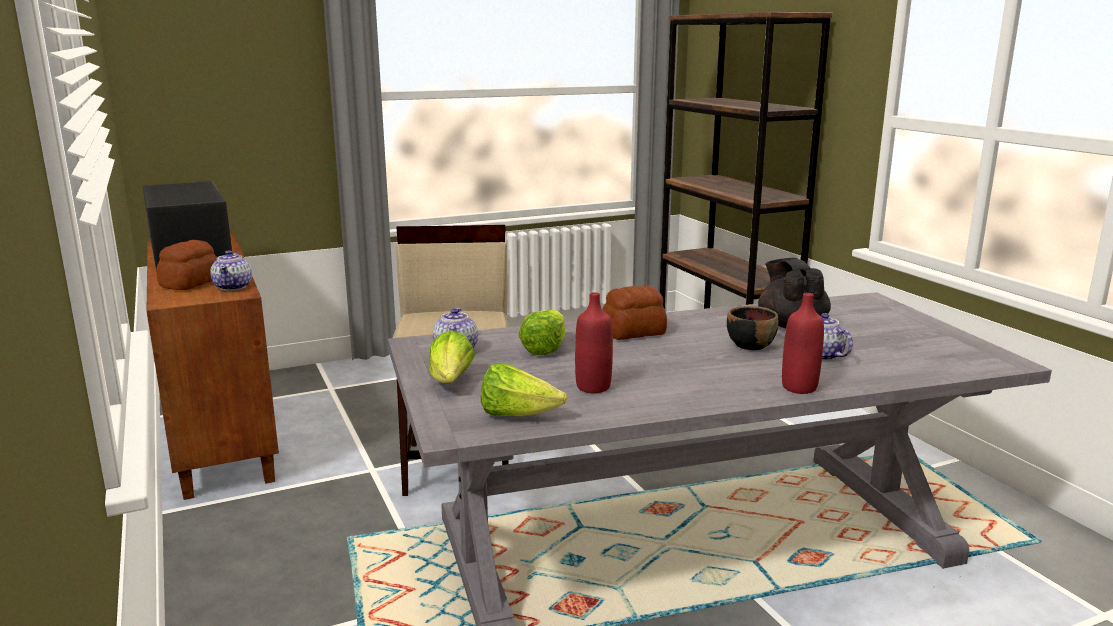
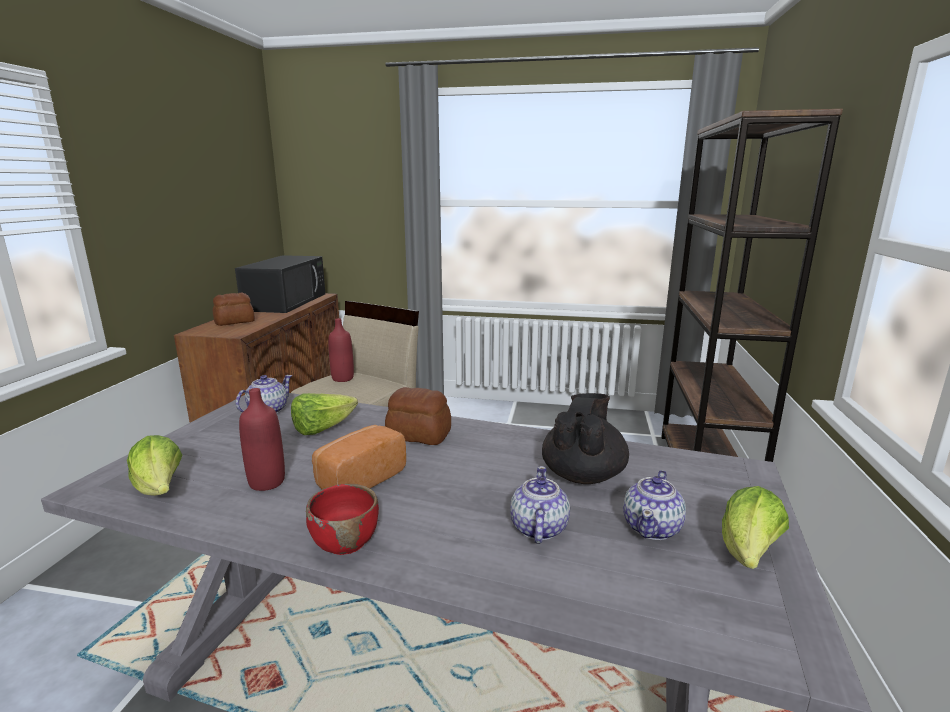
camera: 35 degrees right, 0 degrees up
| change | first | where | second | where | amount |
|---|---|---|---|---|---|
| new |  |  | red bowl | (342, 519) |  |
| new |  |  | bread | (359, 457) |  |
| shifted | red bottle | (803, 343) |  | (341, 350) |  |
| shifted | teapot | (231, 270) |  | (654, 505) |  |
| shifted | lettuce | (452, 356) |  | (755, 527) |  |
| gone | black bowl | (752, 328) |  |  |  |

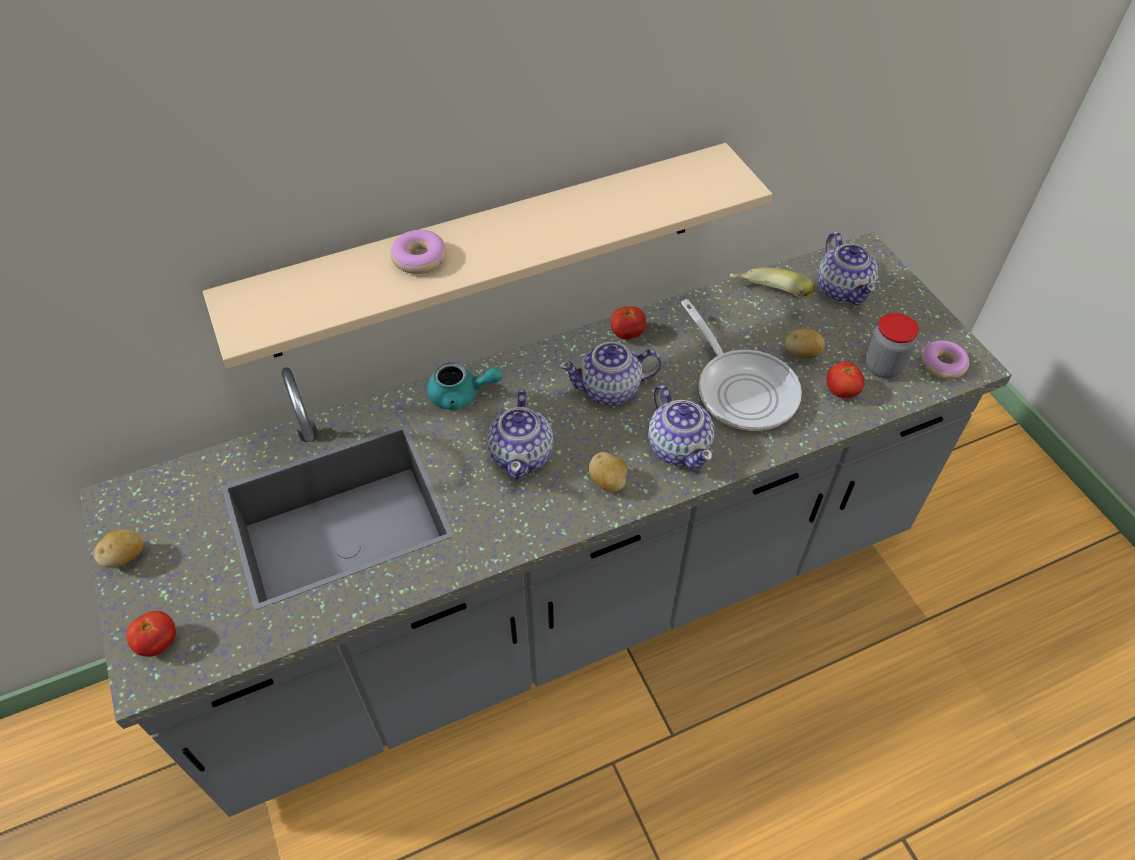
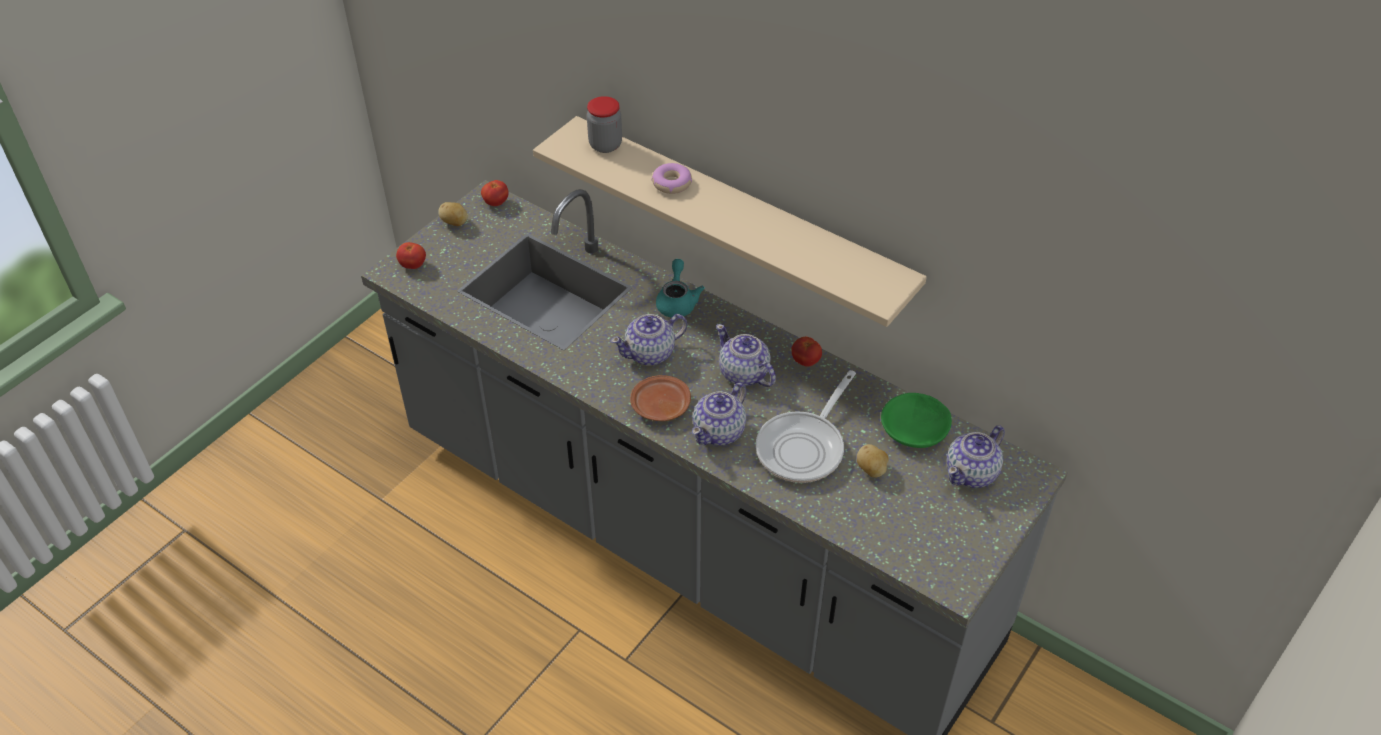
camera: 60 degrees right, 5 degrees down
| change | first | where | second | where | amount |
|---|---|---|---|---|---|
| shifted | tomato | (845, 379) |  | (495, 193) |  |
| shifted | jar | (892, 345) |  | (604, 124) |  |
| swapped | potato | (608, 472) | brown plate | (660, 398) |  |
| rotated | turquoise teapot | (465, 386) |  | (680, 288) | 150 degrees counterclockwise |
| swapped | banana | (771, 282) | green bowl | (916, 420) |  |
| gone | donut | (945, 359) |  |  |  |

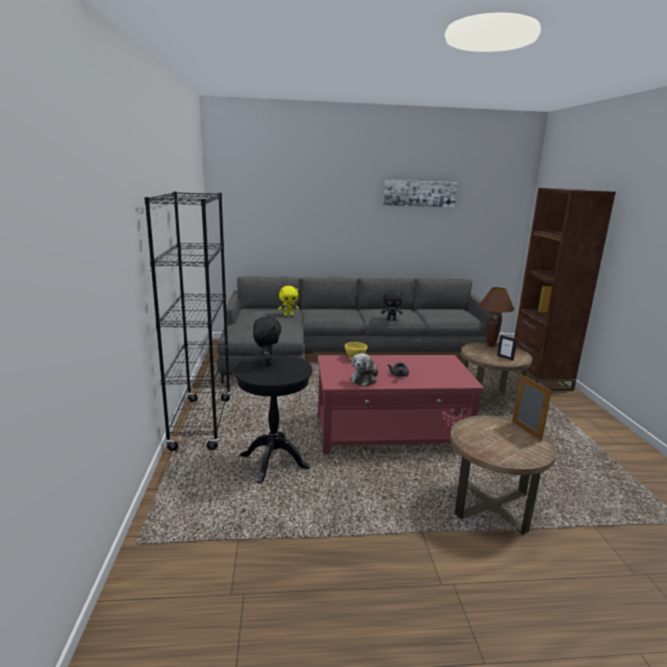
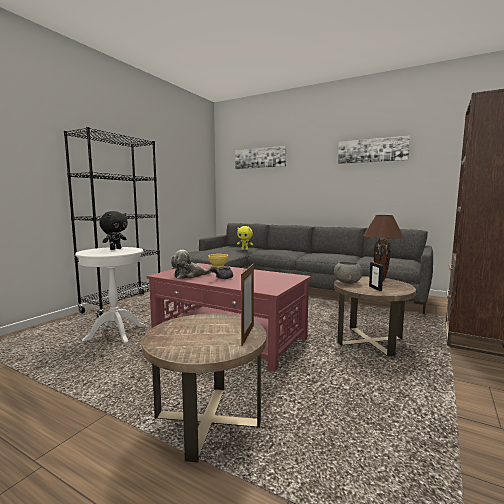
camera: 35 degrees right, 10 degrees down
| change | first | where | second | where | amount |
|---|---|---|---|---|---|
| repainted | black side table | (273, 419) | white side table | (110, 295) |  |
| new |  |  | picture | (260, 157) |  |
| new |  |  | grey bowl | (348, 273) |  |
| gone | black plush toy | (392, 305) |  |  |  |

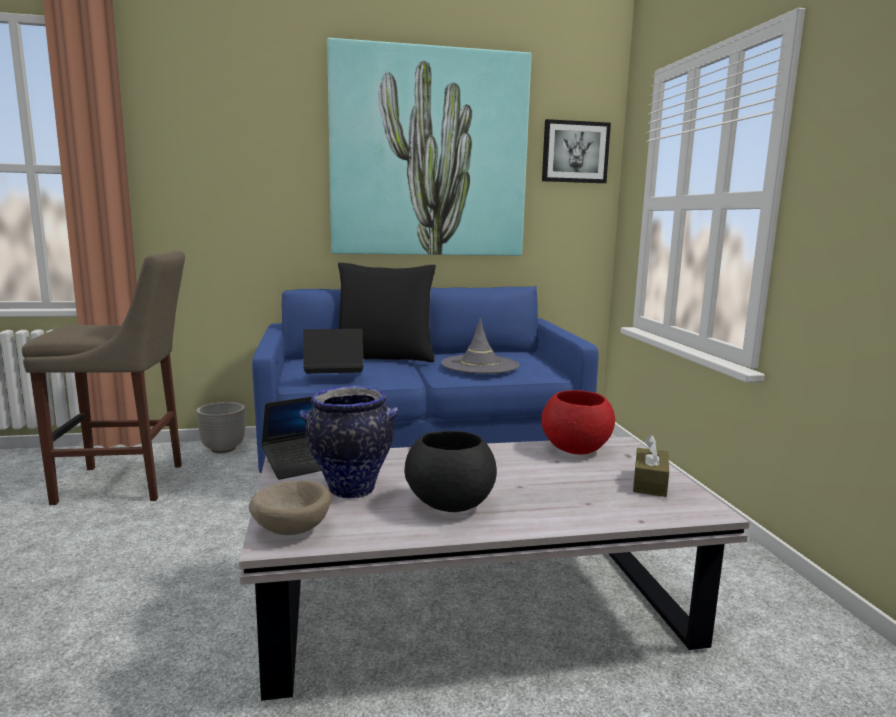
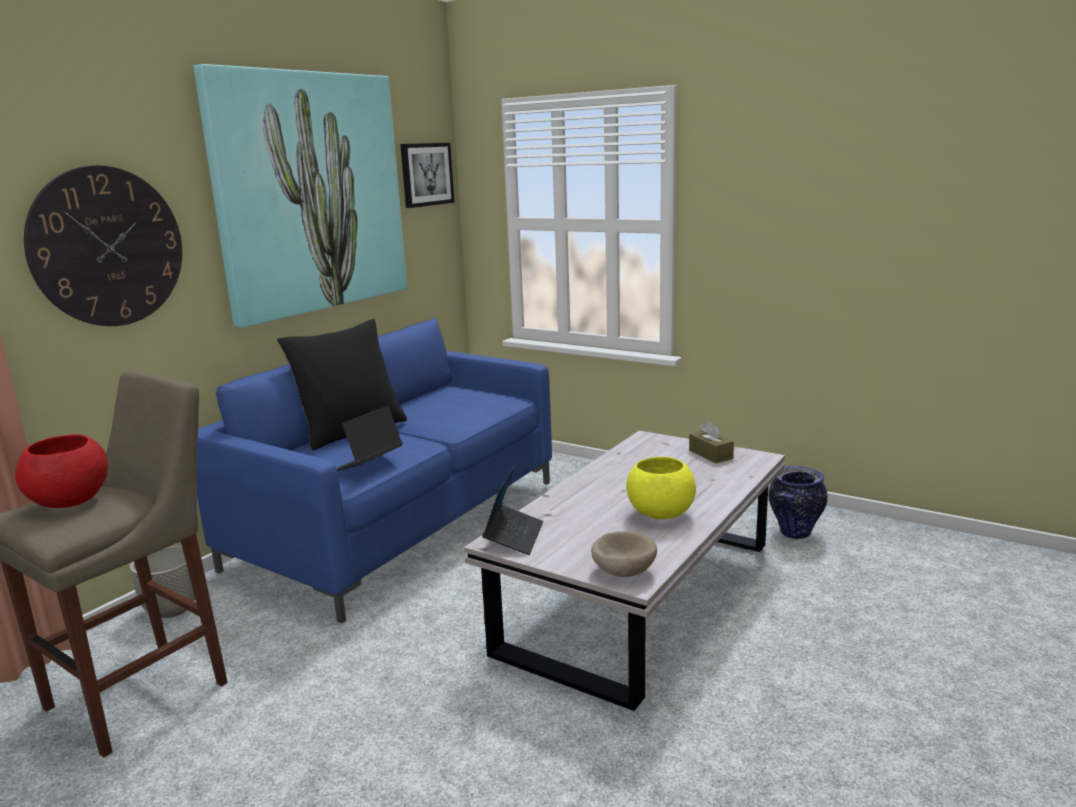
camera: 45 degrees left, 5 degrees up
| change | first | where | second | where | amount |
|---|---|---|---|---|---|
| shifted | red bowl | (578, 422) |  | (61, 471) |  |
| new |  |  | wall clock | (103, 245) |  |
| repainted | black bowl | (450, 471) | yellow bowl | (661, 488) |  |
| shifted | vase | (348, 442) |  | (798, 502) |  |
| gone | grey hat | (480, 346) |  |  |  |

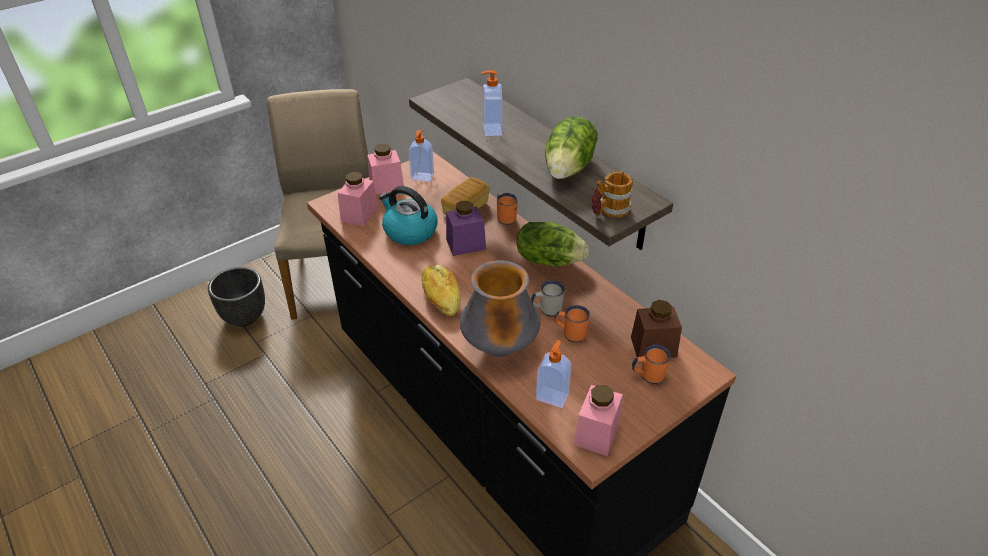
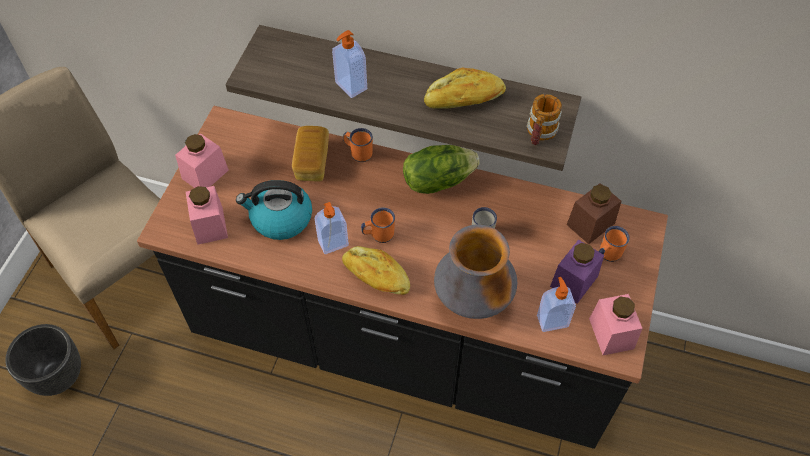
camera: 35 degrees left, 15 degrees up
| change | first | where | second | where | amount |
|---|---|---|---|---|---|
| shifted | soap dispenser | (421, 156) |  | (332, 228) |  |
| shifted | orange mug | (572, 323) |  | (378, 225) |  |
| swapped | lettuce | (571, 147) | bread | (465, 88) |  |
| shifted | purple jar | (466, 228) |  | (577, 271) |  |

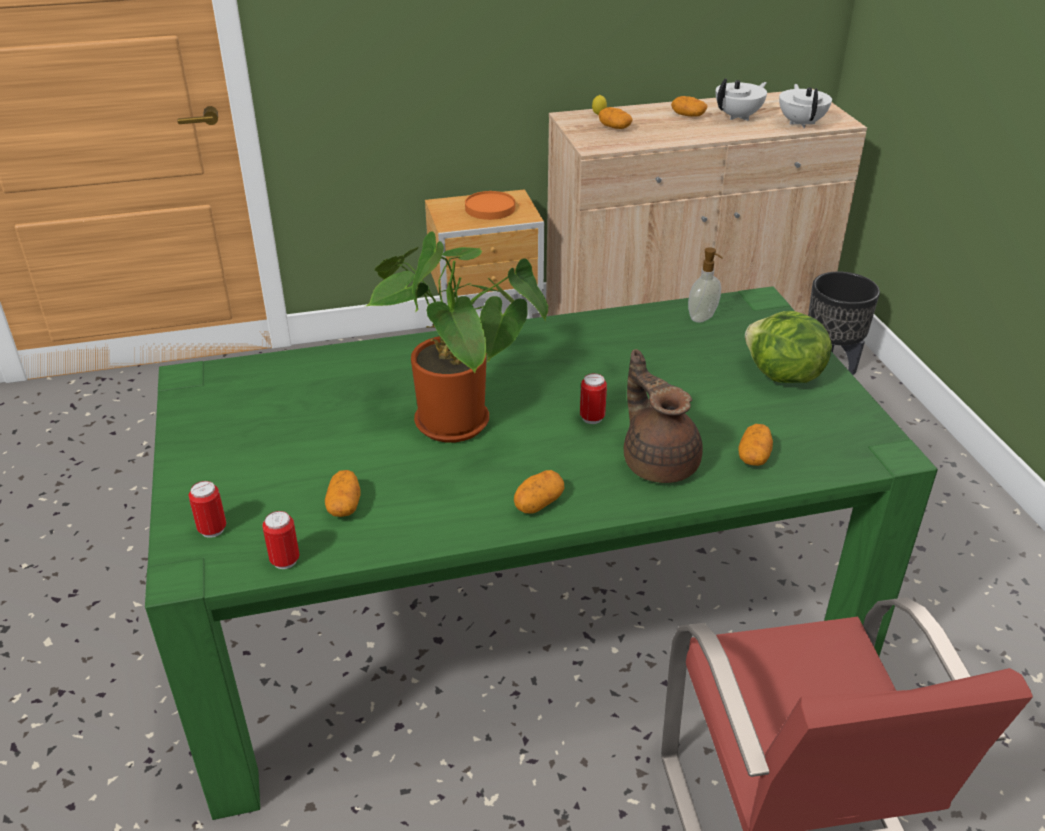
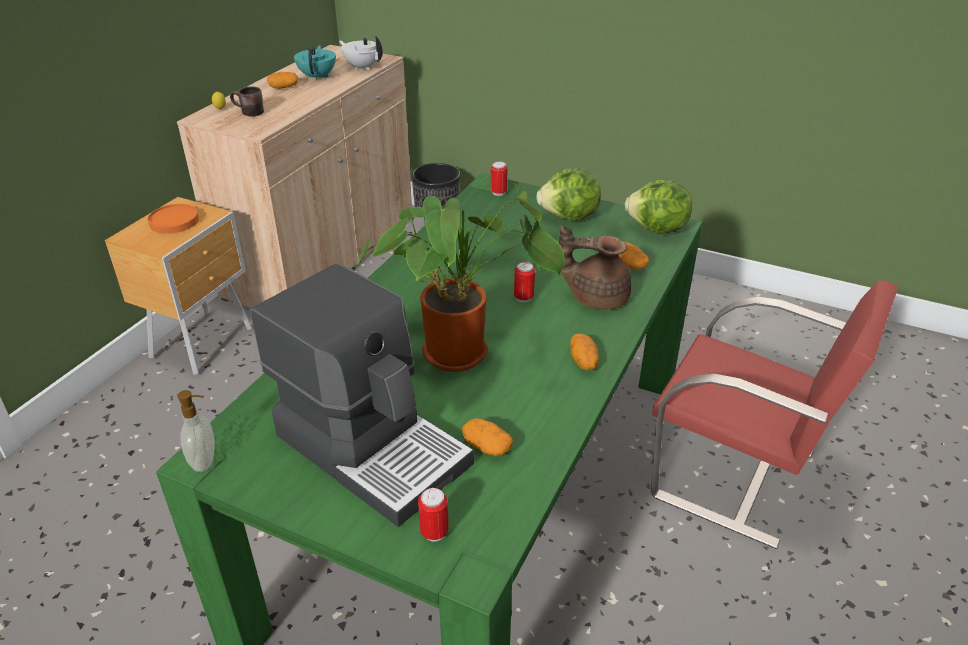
camera: 50 degrees left, 0 degrees up
| change | first | where | second | where | amount |
|---|---|---|---|---|---|
| shifted | soap dispenser | (705, 285) |  | (196, 431) |  |
| swapped | potato | (616, 118) | brown mug | (247, 101) |  |
| new |  |  | coffee machine | (362, 395) |  |
| repainted | white teapot | (741, 100) | turquoise teapot | (315, 63) |  |
| shifted | can | (281, 540) |  | (499, 178) |  |
| new |  |  | lettuce | (658, 207) |  |

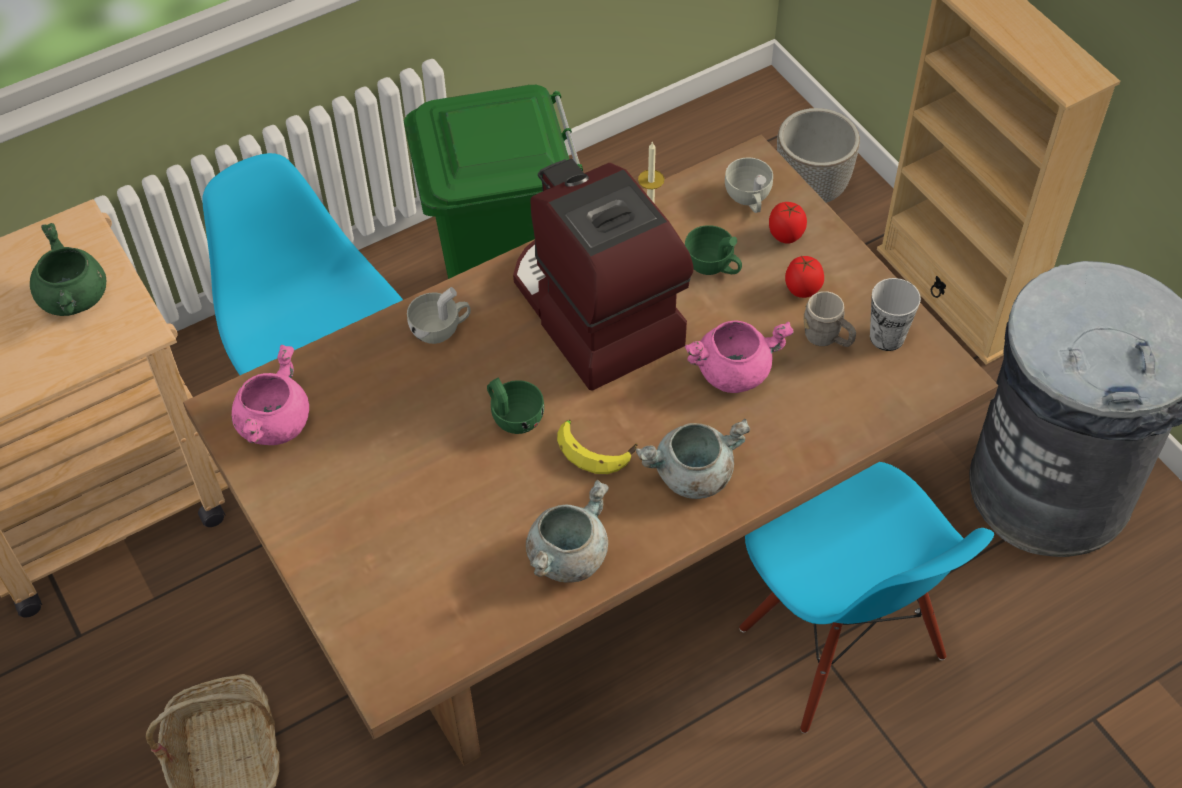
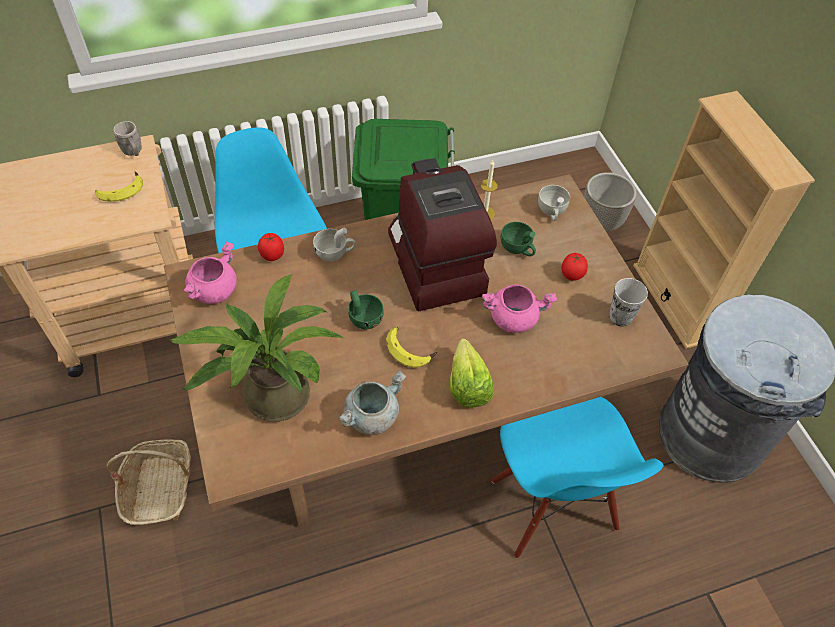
camera: 10 degrees right, 0 degrees up
| change | first | where | second | where | amount |
|---|---|---|---|---|---|
| swapped | green cooking pot | (68, 269) | banana | (119, 186) |  |
| shifted | grey mug | (829, 319) |  | (128, 138) |  |
| new |  |  | potted plant | (257, 348) |  |
| shifted | tomato | (788, 223) |  | (271, 247) |  |
| swapped | grey cooking pot | (693, 459) | lettuce | (471, 373) |  |

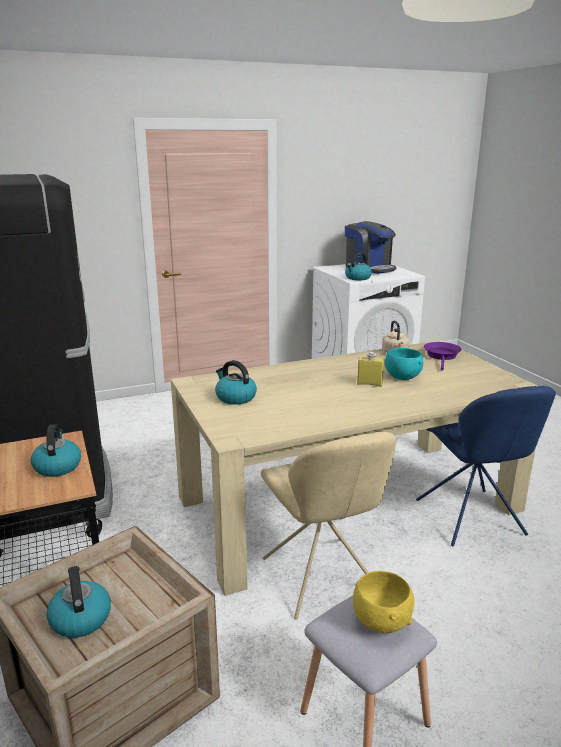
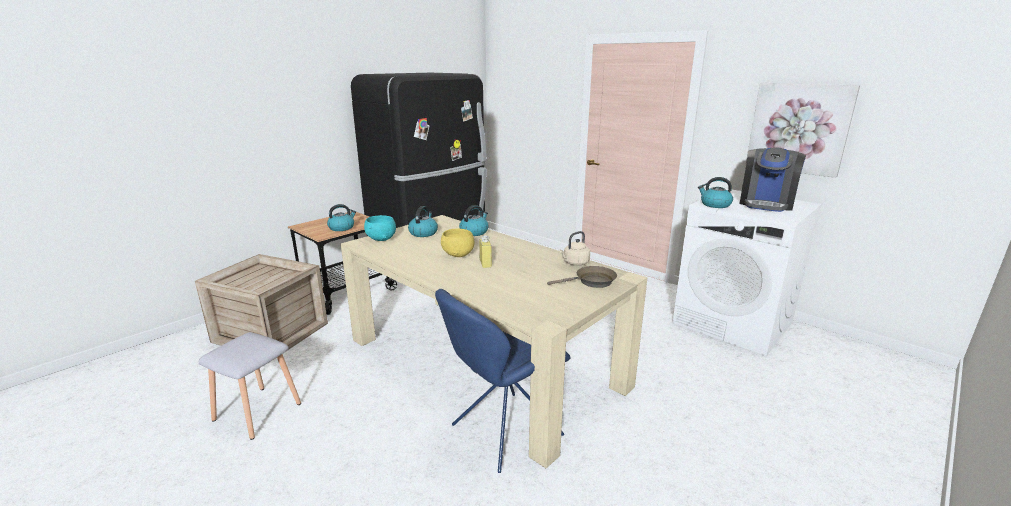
camera: 65 degrees right, 0 degrees up
| change | first | where | second | where | amount |
|---|---|---|---|---|---|
| shifted | turquoise bowl | (404, 364) |  | (380, 228) |  |
| shifted | yellow bowl | (383, 602) |  | (457, 243) |  |
| shifted | kettle | (79, 602) |  | (474, 220) |  |
| repainted | purple frying pan | (443, 356) | brown frying pan | (582, 277) |  |
| new |  |  | picture | (802, 130) |  |
| gone | beige chair | (328, 526) |  |  |  |

